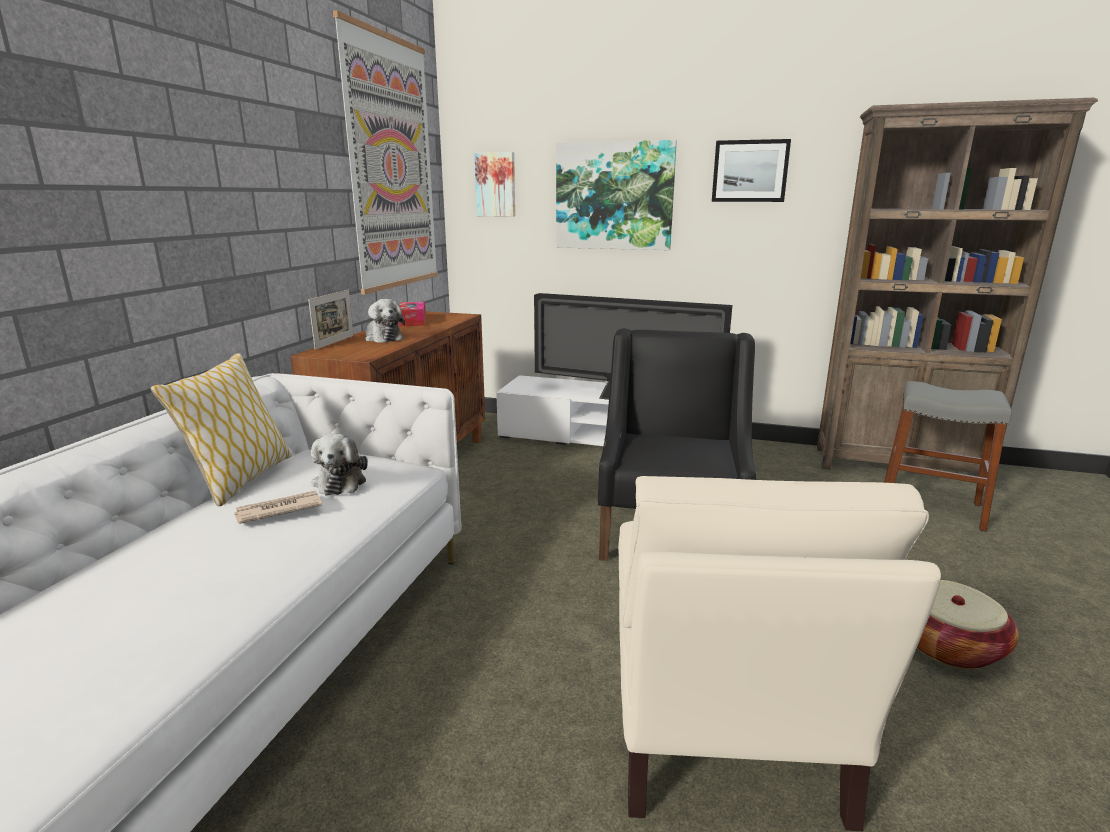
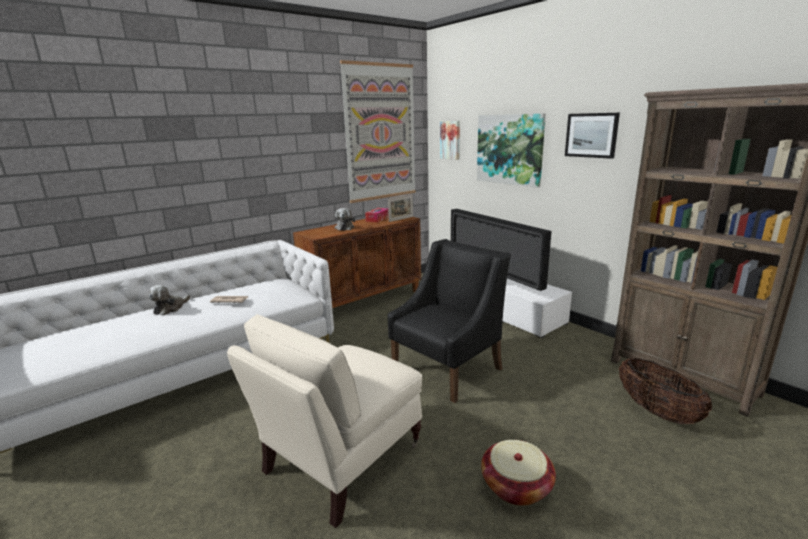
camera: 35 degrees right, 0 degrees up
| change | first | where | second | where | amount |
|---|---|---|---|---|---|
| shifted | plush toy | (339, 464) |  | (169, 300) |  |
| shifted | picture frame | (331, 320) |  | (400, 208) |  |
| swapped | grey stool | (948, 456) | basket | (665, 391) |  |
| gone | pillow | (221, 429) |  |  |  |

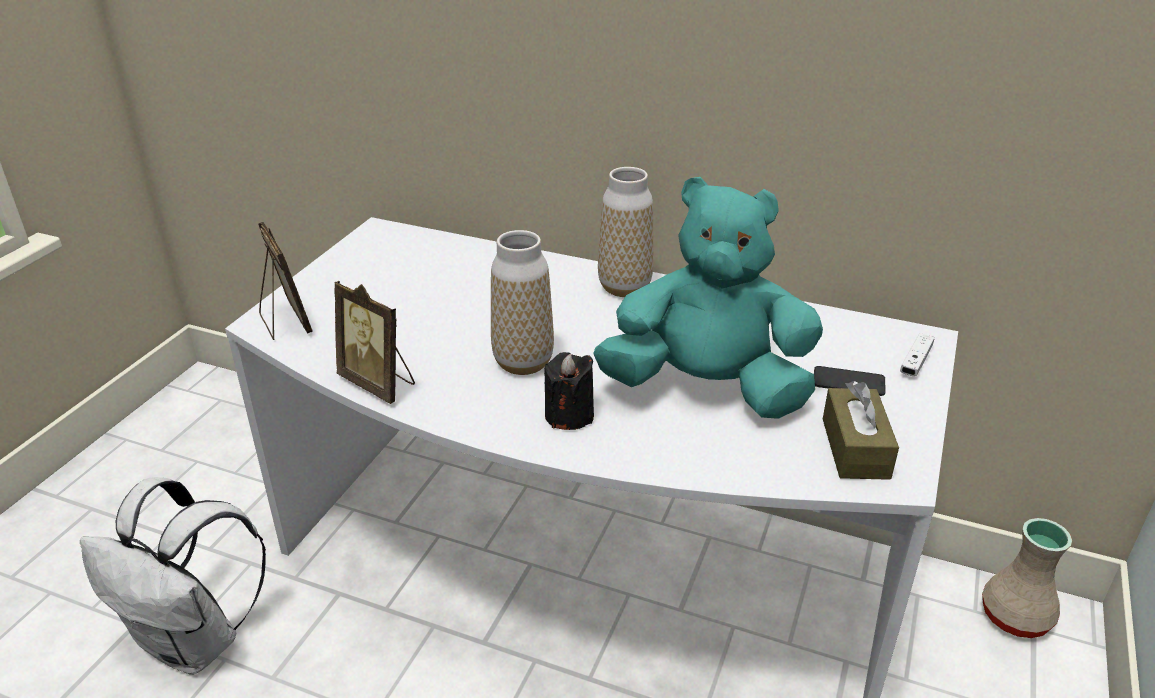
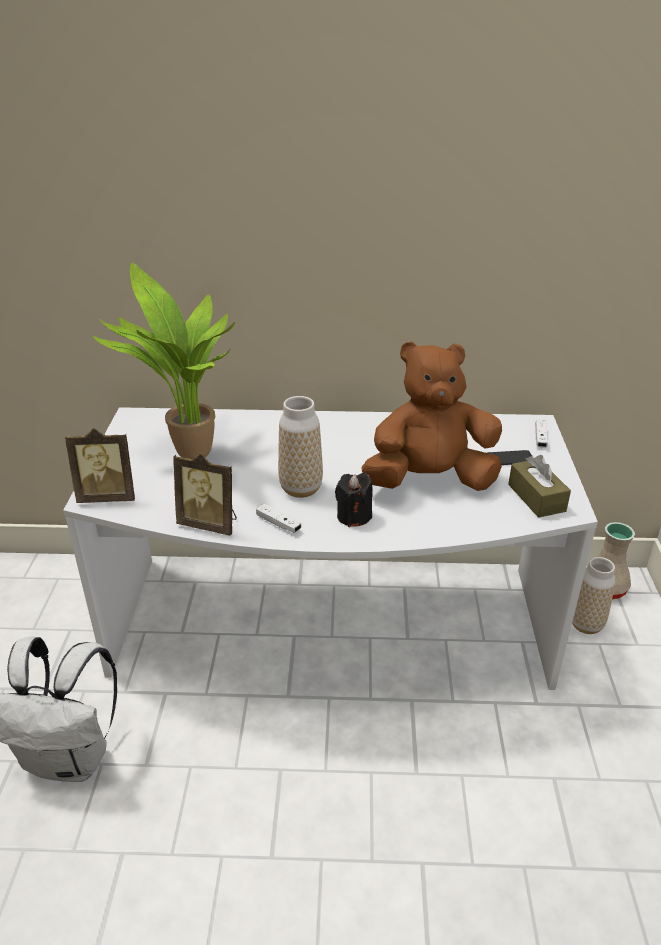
camera: 20 degrees left, 0 degrees up
| change | first | where | second | where | amount |
|---|---|---|---|---|---|
| rotated | picture frame | (285, 281) |  | (100, 465) | 135 degrees clockwise |
| new |  |  | potted plant | (164, 360) |  |
| new |  |  | white game controller | (279, 518) |  |
| repainted | turquoise plush toy | (708, 298) | brown plush toy | (431, 416) |  |
| shifted | vase | (625, 232) |  | (593, 595) |  |

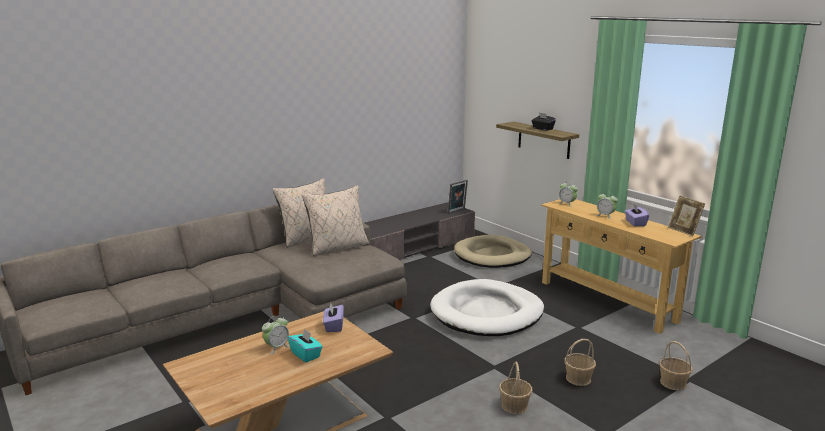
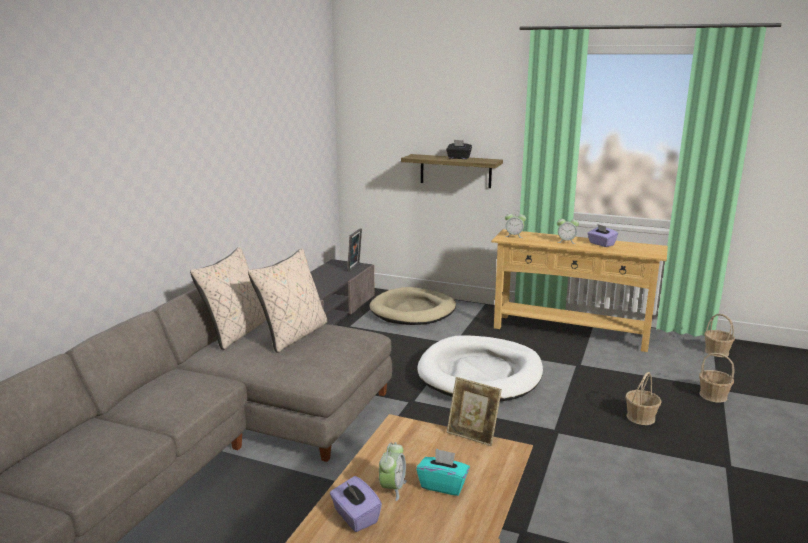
camera: 30 degrees left, 0 degrees up
| change | first | where | second | where | amount |
|---|---|---|---|---|---|
| shifted | purple tissue box | (333, 317) |  | (356, 504) |  |
| shifted | picture frame | (686, 215) |  | (474, 411) |  |
| shifted | basket | (515, 388) |  | (719, 335) |  |

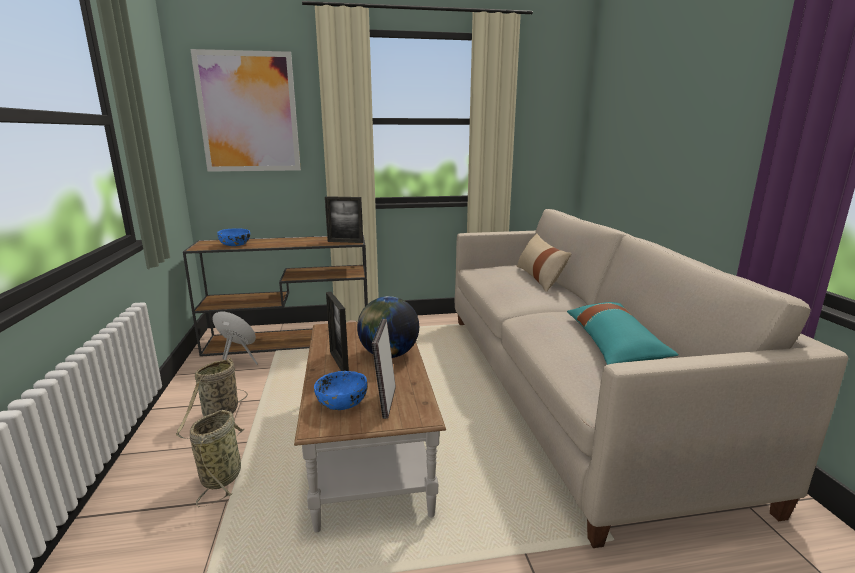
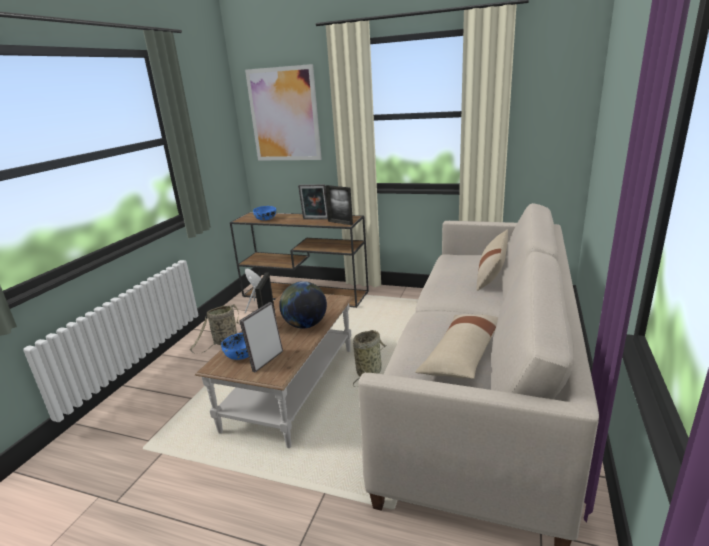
camera: 30 degrees right, 5 degrees up
| change | first | where | second | where | amount |
|---|---|---|---|---|---|
| new |  |  | picture frame | (313, 201) |  |
| shifted | basket | (217, 458) |  | (370, 358) |  |
| repainted | turquoise pillow | (623, 333) | beige pillow | (456, 346) |  |

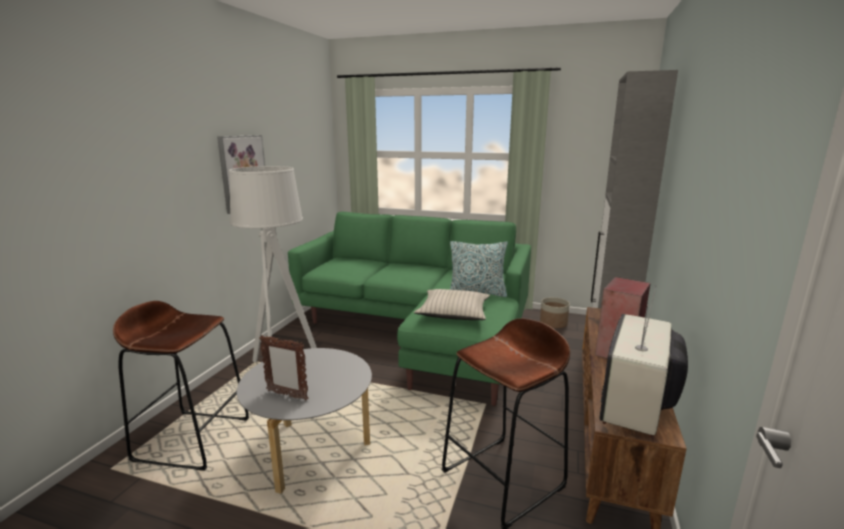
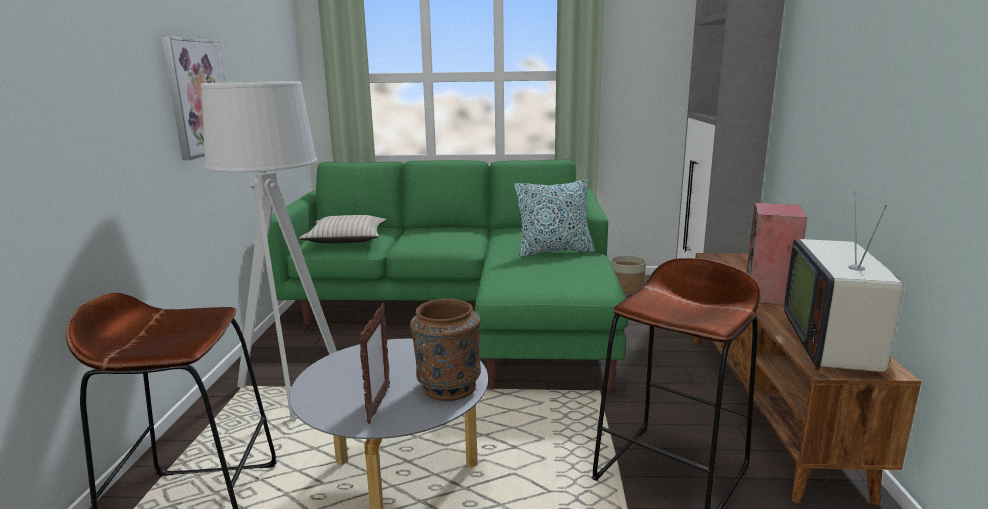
camera: 15 degrees left, 0 degrees up
| change | first | where | second | where | amount |
|---|---|---|---|---|---|
| shifted | beige pillow | (452, 304) |  | (343, 229) |  |
| rotated | picture frame | (284, 368) |  | (374, 363) | 90 degrees counterclockwise |
| new |  |  | brown vase | (445, 350) |  |

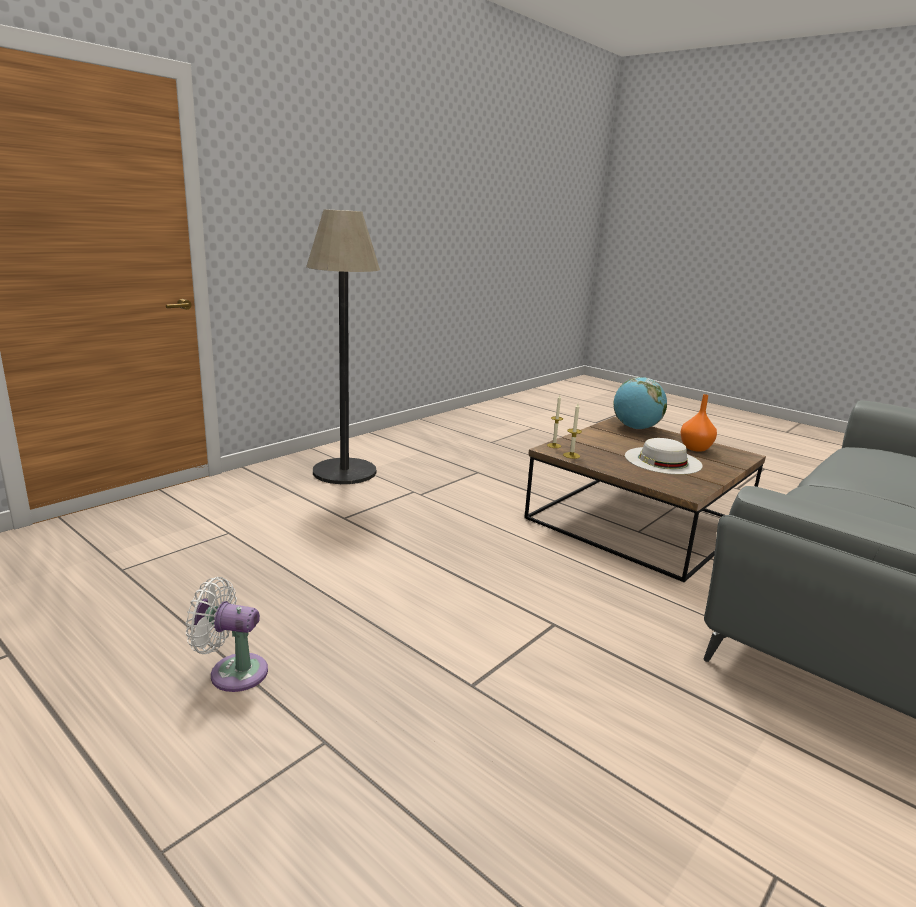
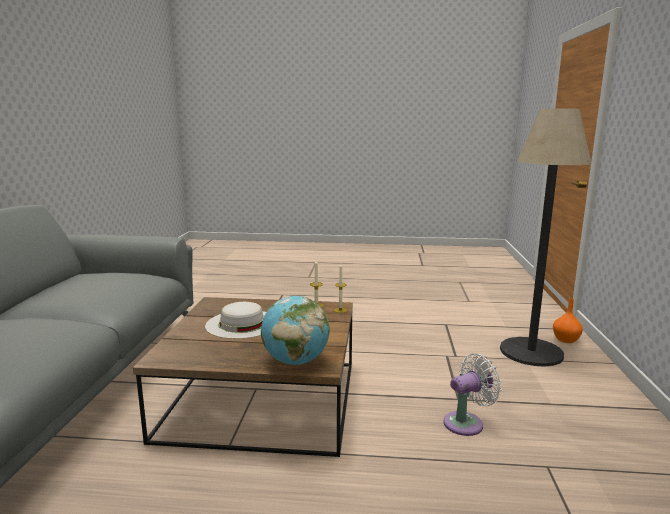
camera: 145 degrees right, 5 degrees down
| change | first | where | second | where | amount |
|---|---|---|---|---|---|
| shifted | white fan | (227, 634) |  | (472, 395) |  |
| shifted | orange vase | (698, 423) |  | (568, 320) |  |

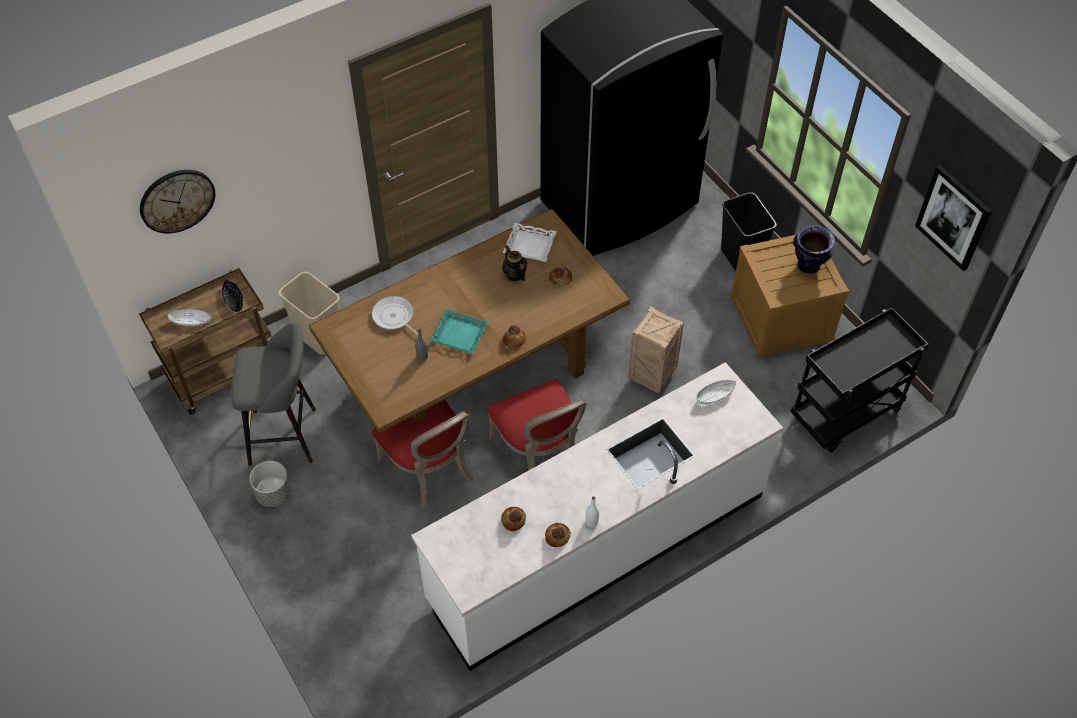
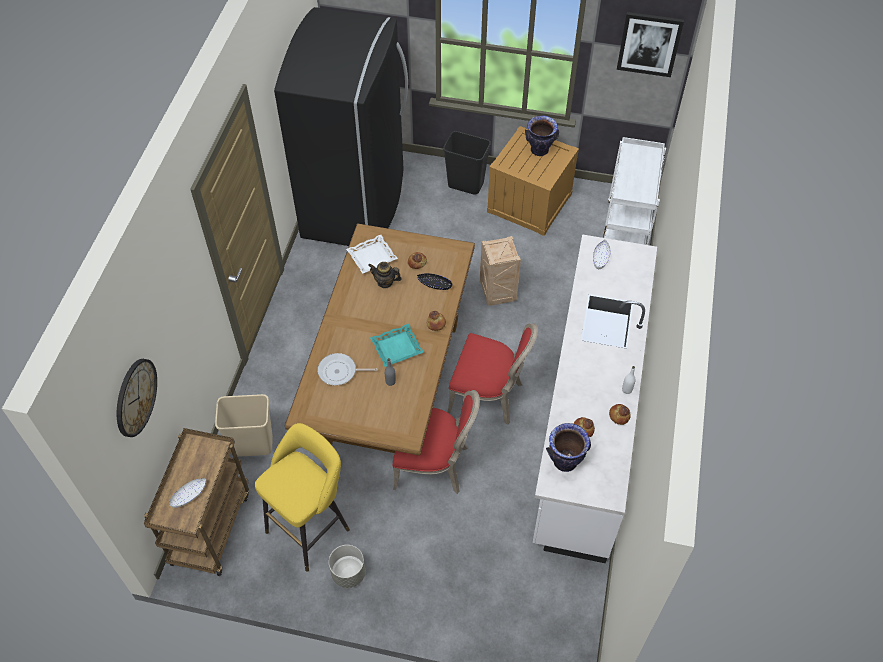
camera: 45 degrees left, 0 degrees up
| change | first | where | second | where | amount |
|---|---|---|---|---|---|
| repainted | grey stool | (273, 394) | yellow stool | (302, 497) |  |
| shifted | black bowl | (232, 295) |  | (435, 281) |  |
| new |  |  | vase | (568, 447) |  |
| repainted | black cart | (859, 380) | white cart | (634, 191) |  |

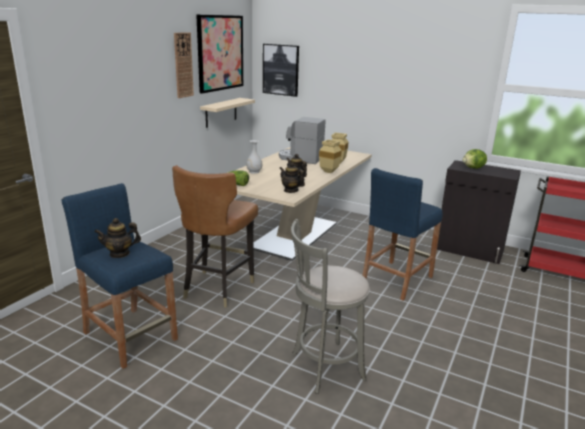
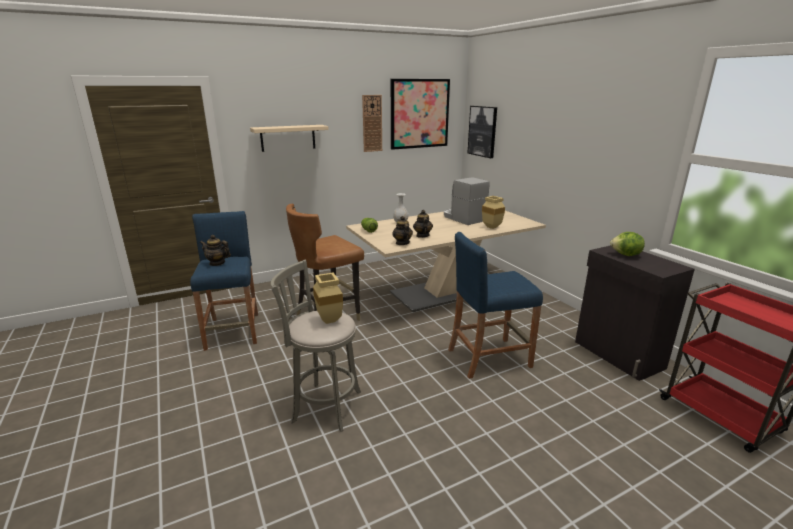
camera: 35 degrees right, 0 degrees up
| change | first | where | second | where | amount |
|---|---|---|---|---|---|
| shifted | beige shelf | (227, 113) |  | (289, 138) |  |
| shifted | beige vase | (330, 156) |  | (328, 298) |  |

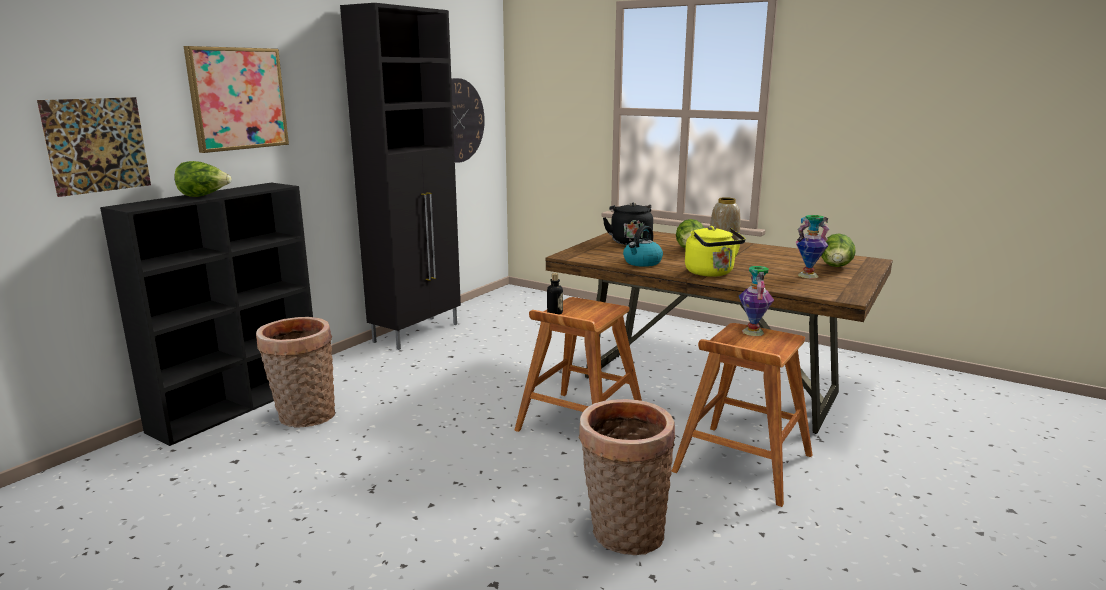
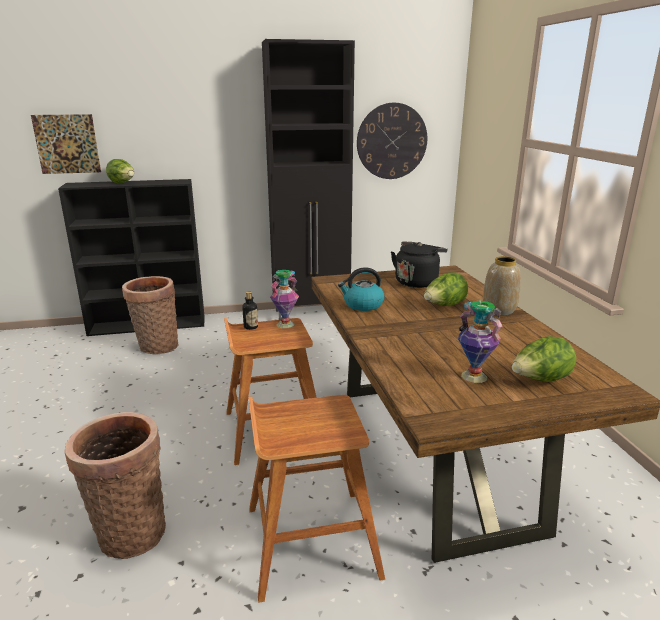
camera: 45 degrees right, 5 degrees up
| change | first | where | second | where | amount |
|---|---|---|---|---|---|
| shifted | vase | (756, 301) |  | (284, 299) |  |
| gone | picture | (236, 99) |  |  |  |
| gone | yellow kettle | (715, 251) |  |  |  |

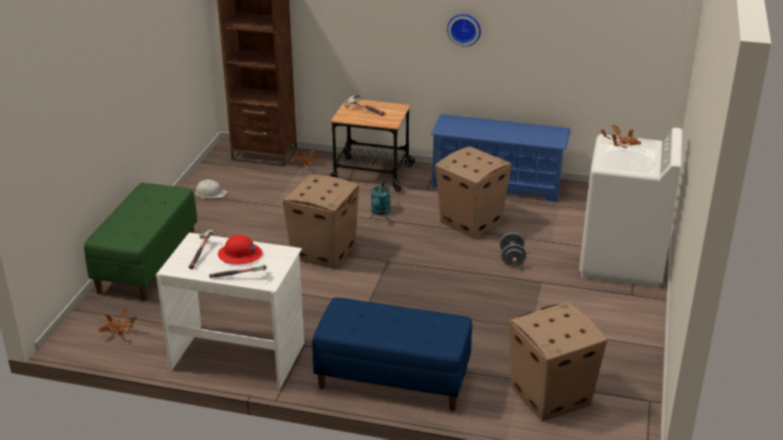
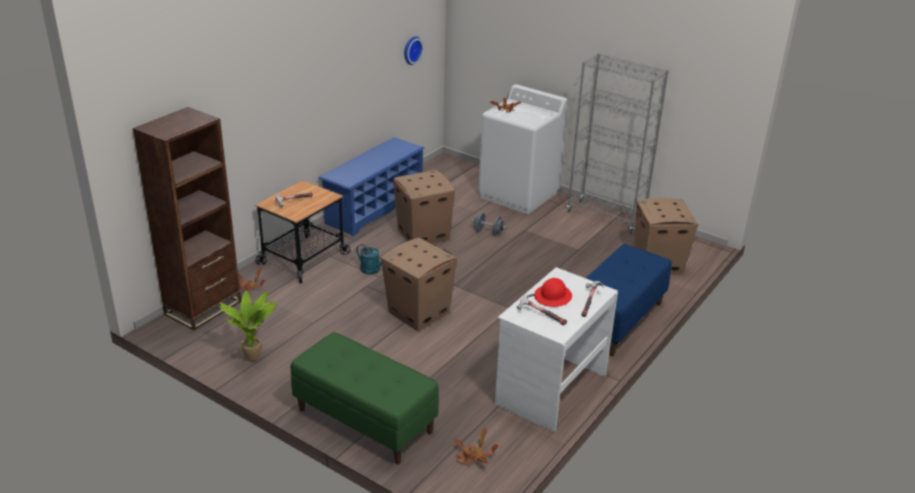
camera: 70 degrees left, 0 degrees up
| change | first | where | second | where | amount |
|---|---|---|---|---|---|
| swapped | white hard hat | (210, 189) | potted plant | (248, 325) |  |
| shifted | wall clock | (464, 30) |  | (414, 50) |  |
| new |  |  | grey bookcase | (618, 143) |  |

